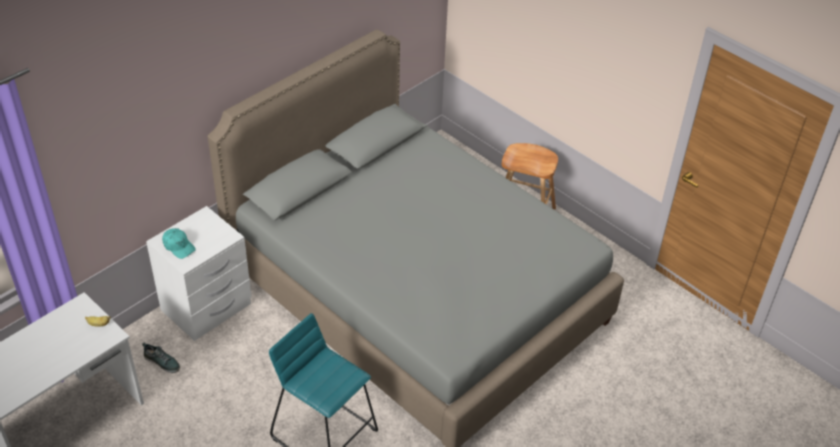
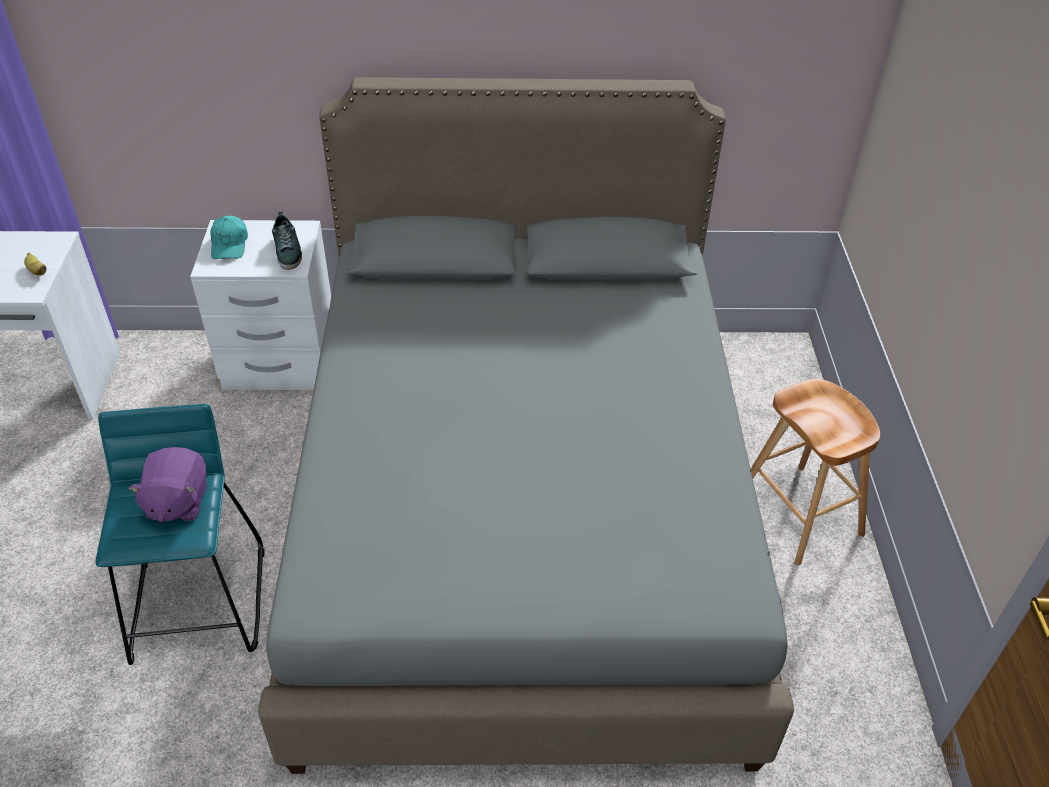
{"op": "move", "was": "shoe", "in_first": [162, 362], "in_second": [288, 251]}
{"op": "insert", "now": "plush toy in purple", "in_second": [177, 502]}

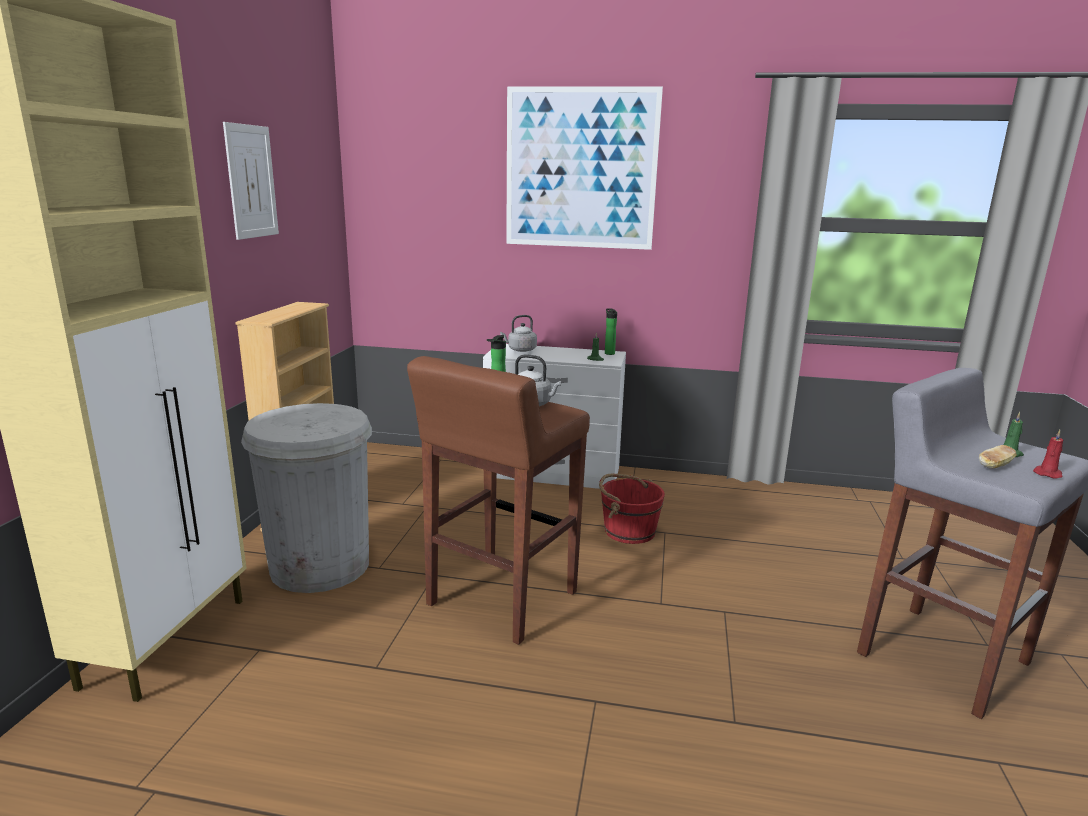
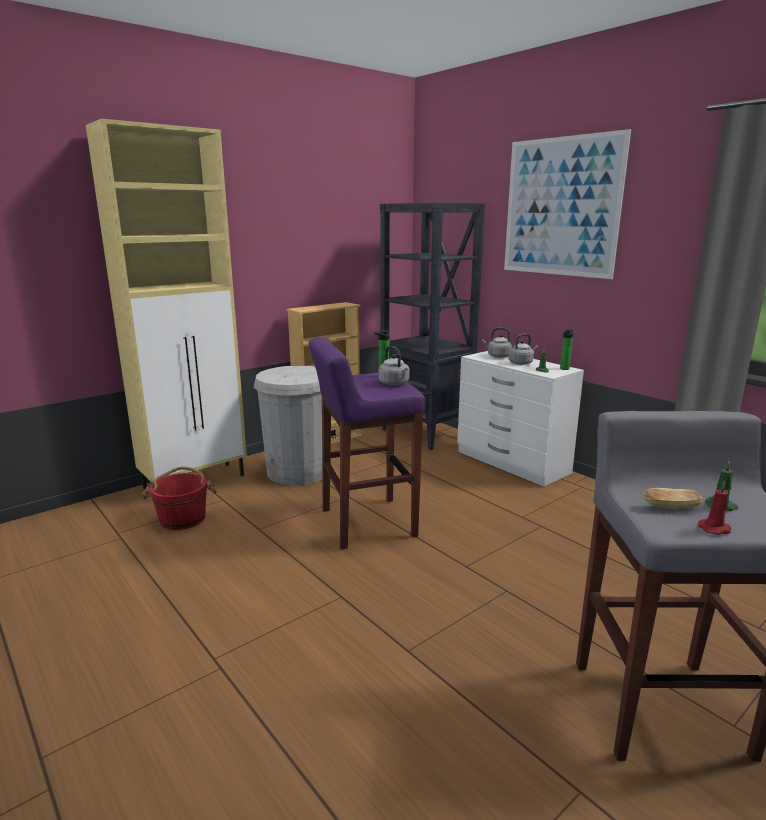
{"op": "delete", "was": "picture", "in_first": [251, 181]}
{"op": "recolor", "was": "stool in brown", "now": "stool in purple", "in_first": [500, 599], "in_second": [366, 523]}
{"op": "move", "was": "bucket in red", "in_first": [628, 531], "in_second": [183, 518]}
{"op": "insert", "now": "bookcase in black", "in_second": [426, 433]}
{"op": "insert", "now": "kettle in grey", "in_second": [521, 363]}

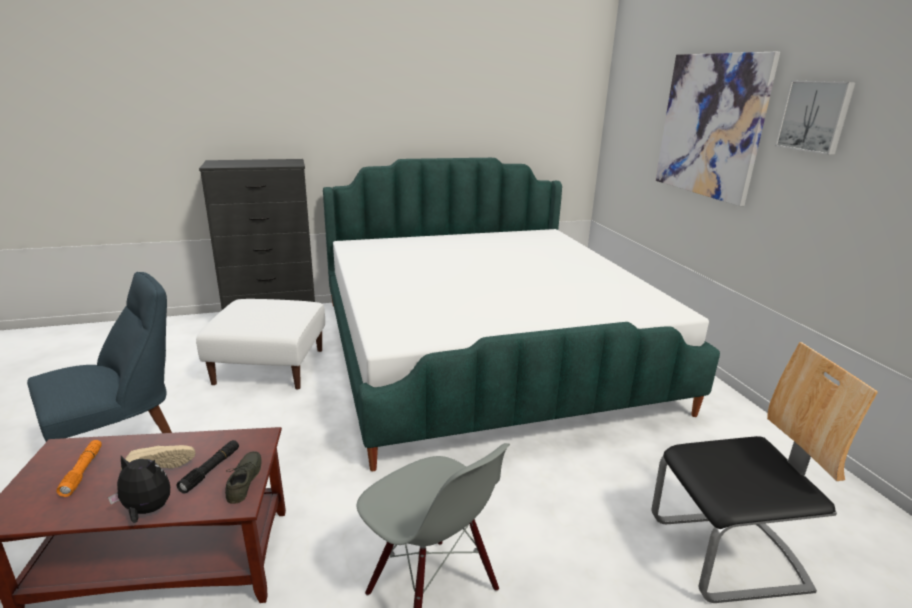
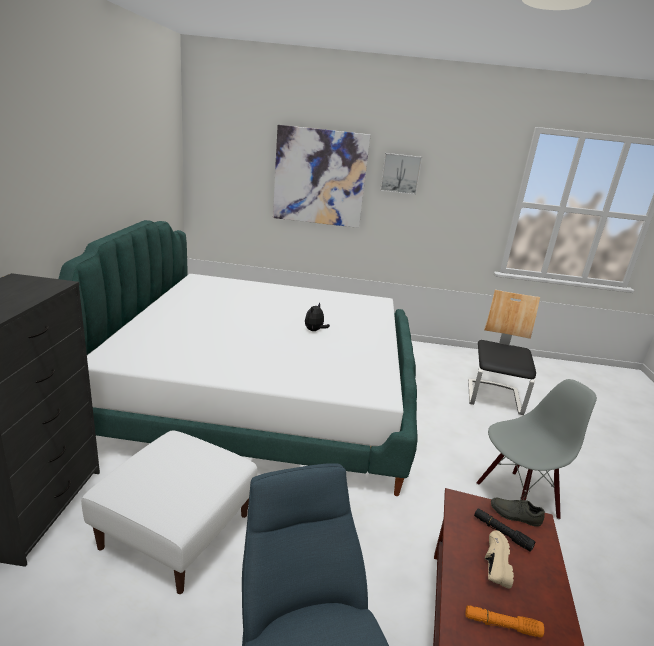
{"op": "move", "was": "plush toy", "in_first": [146, 511], "in_second": [314, 330]}

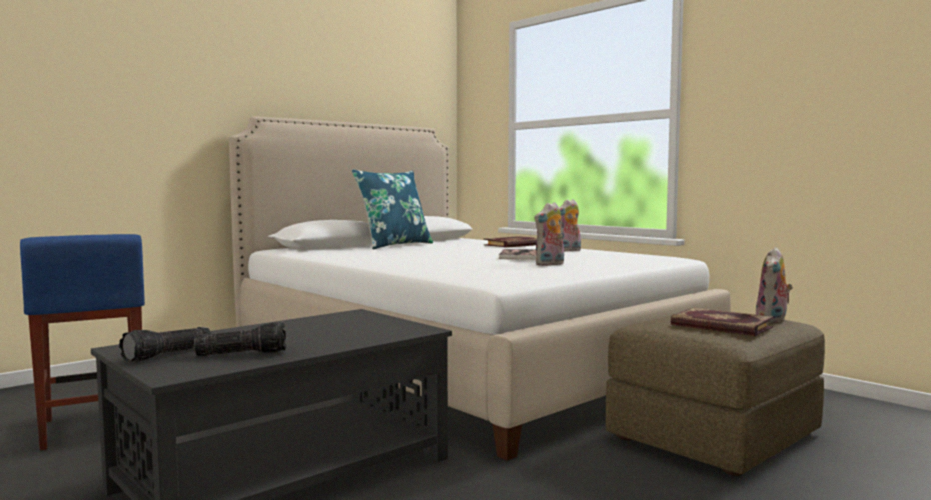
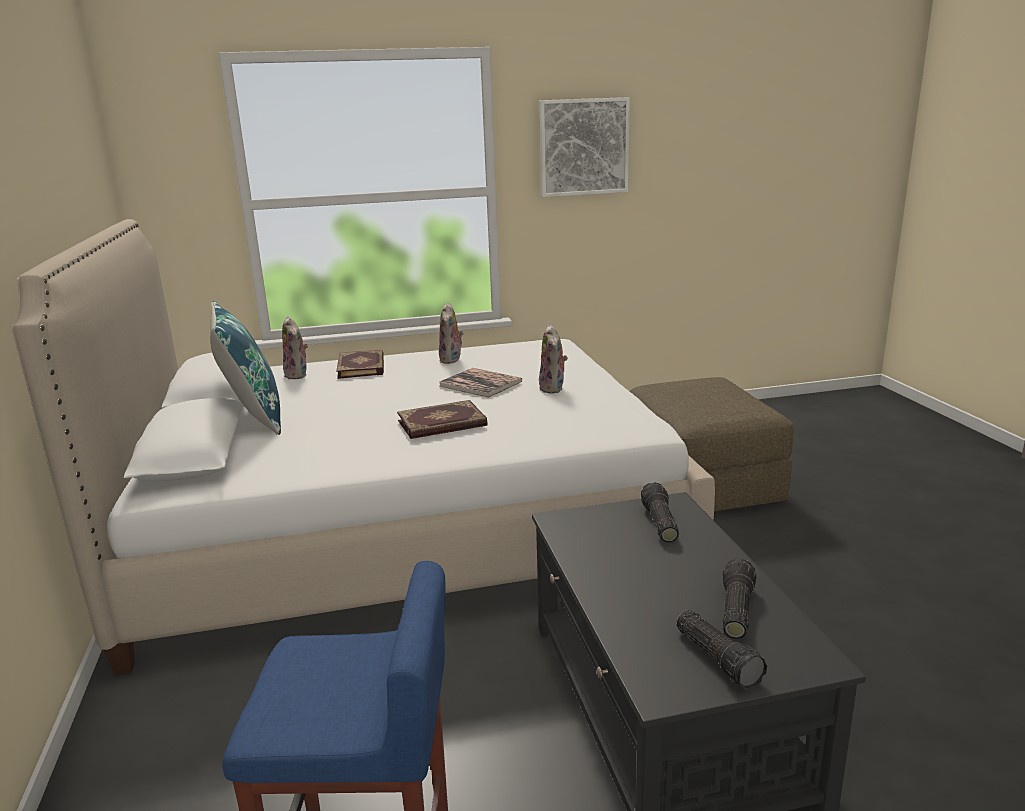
{"op": "move", "was": "book", "in_first": [721, 326], "in_second": [442, 424]}
{"op": "move", "was": "plush toy", "in_first": [773, 320], "in_second": [298, 375]}
{"op": "insert", "now": "picture", "in_second": [583, 147]}
{"op": "insert", "now": "flashlight", "in_second": [658, 523]}

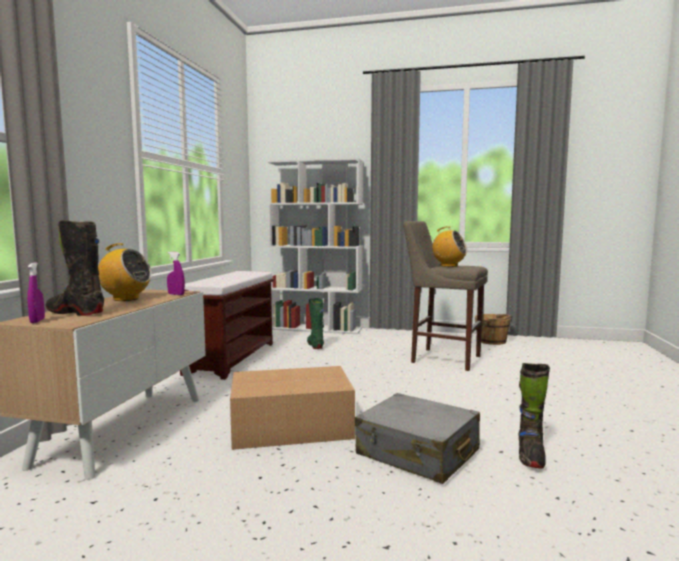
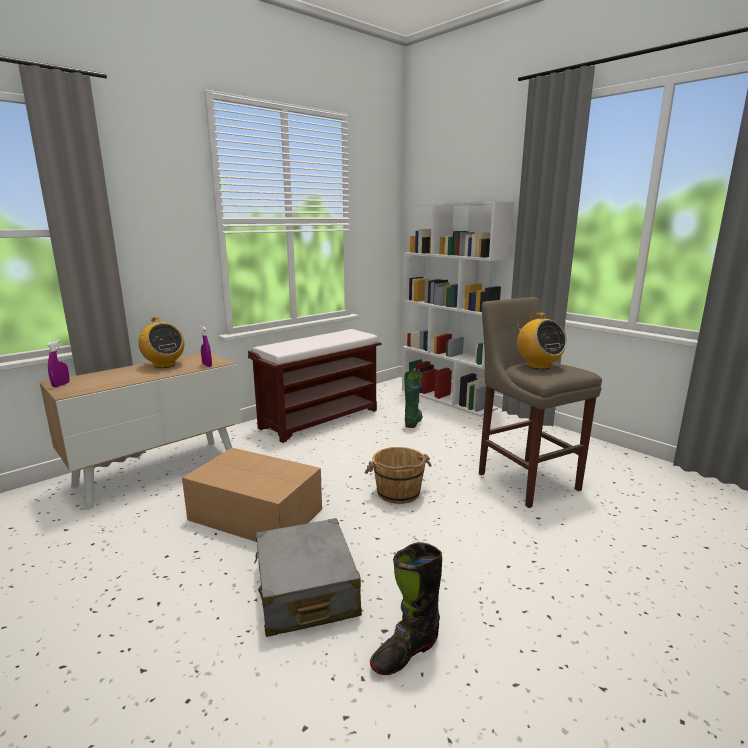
{"op": "delete", "was": "boot in black", "in_first": [75, 312]}
{"op": "move", "was": "bucket in brown", "in_first": [492, 341], "in_second": [398, 493]}

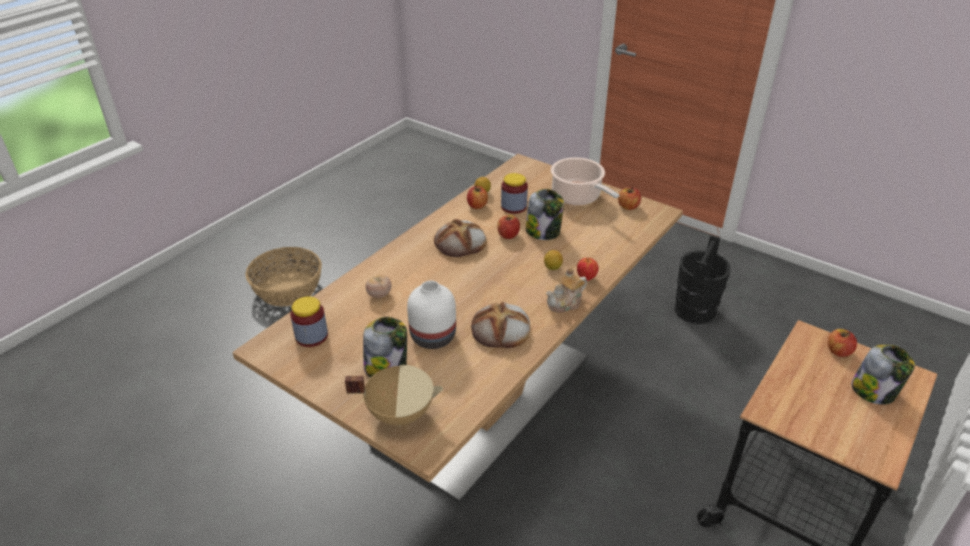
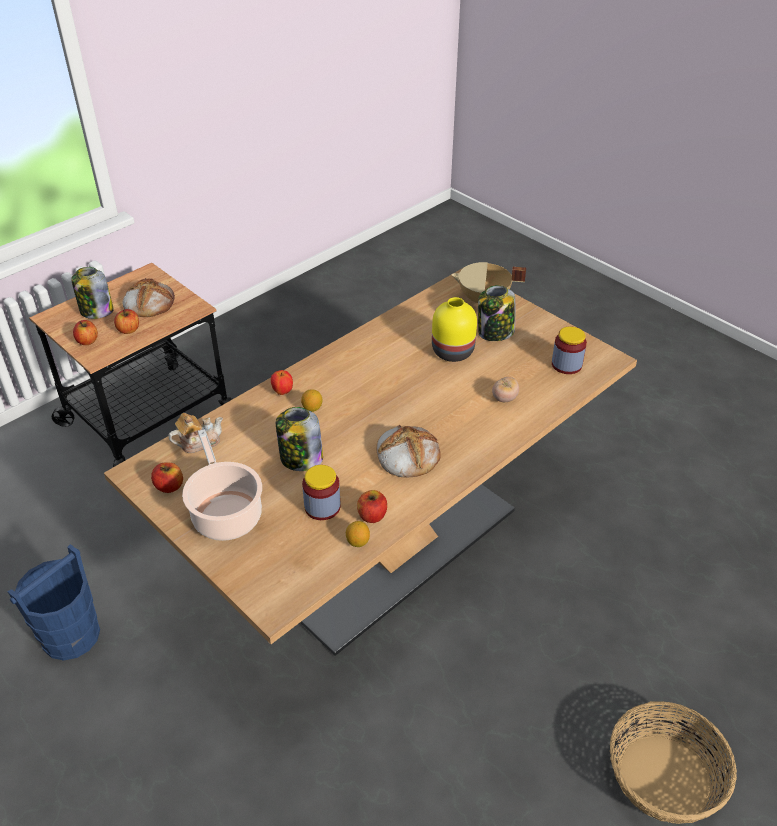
{"op": "recolor", "was": "vase in white", "now": "vase in yellow", "in_first": [431, 337], "in_second": [454, 351]}
{"op": "move", "was": "bread", "in_first": [501, 330], "in_second": [149, 302]}
{"op": "move", "was": "apple", "in_first": [508, 235], "in_second": [129, 330]}
{"op": "move", "was": "teapot", "in_first": [566, 303], "in_second": [198, 442]}
{"op": "recolor", "was": "bucket in black", "now": "bucket in blue", "in_first": [695, 310], "in_second": [70, 635]}

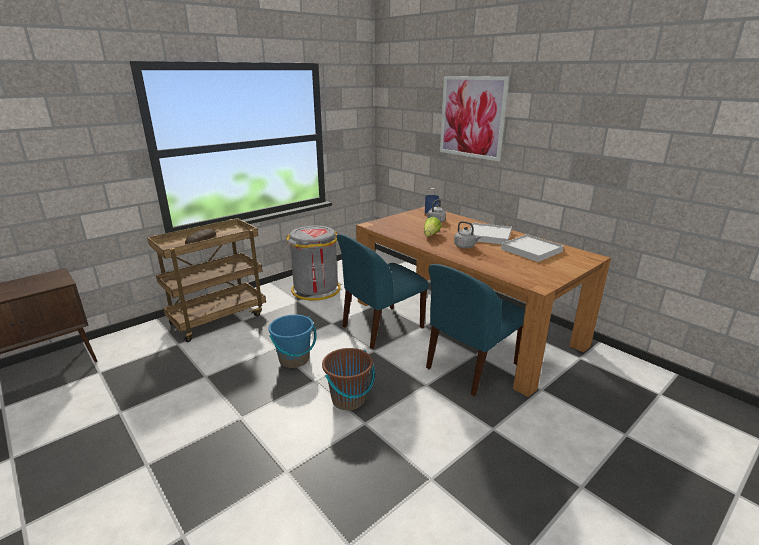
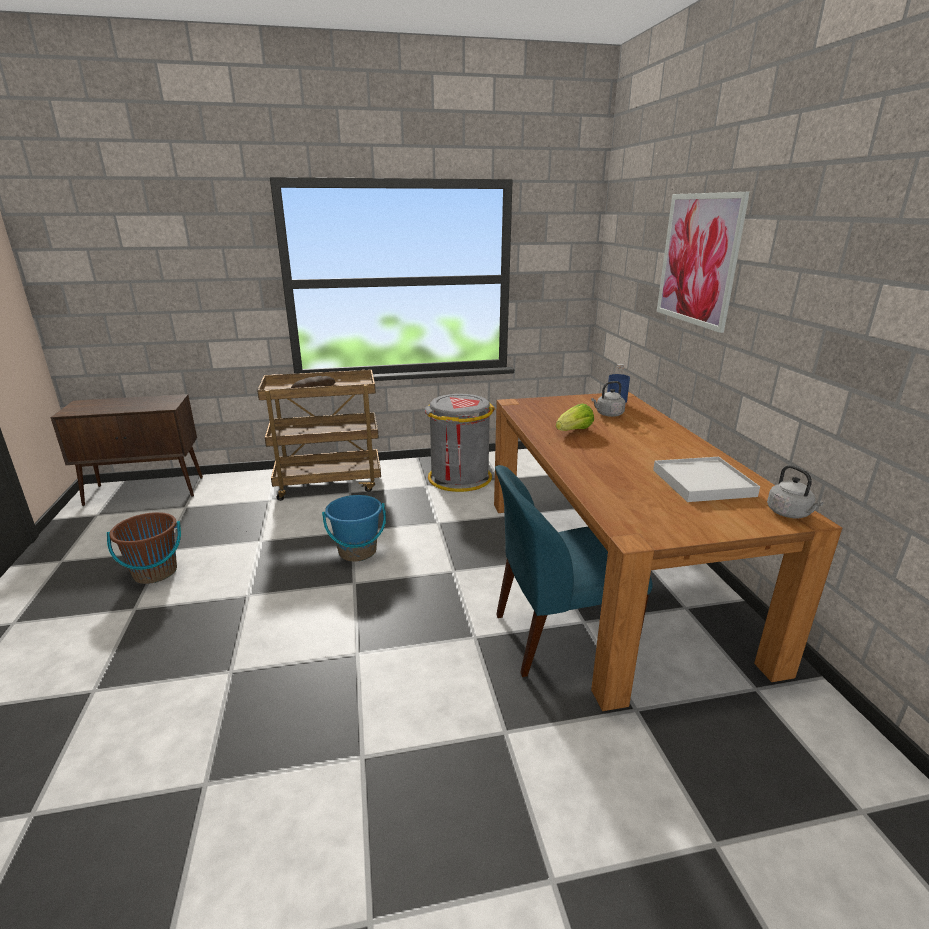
{"op": "move", "was": "bucket in brown", "in_first": [349, 399], "in_second": [155, 573]}
{"op": "delete", "was": "chair in blue", "in_first": [381, 327]}
{"op": "move", "was": "kettle in grey", "in_first": [465, 246], "in_second": [790, 513]}
{"op": "delete", "was": "tray in white", "in_first": [488, 236]}

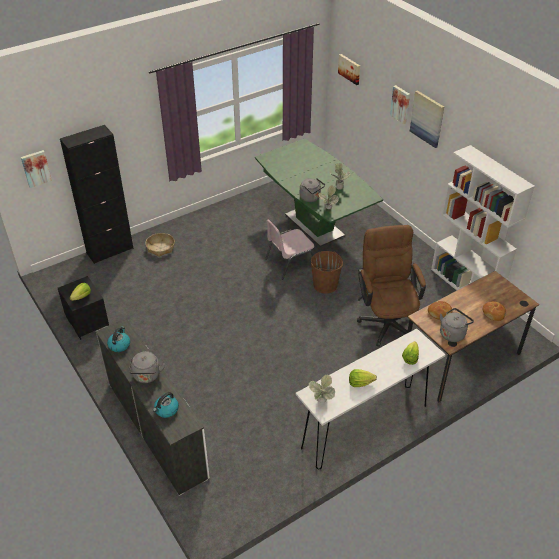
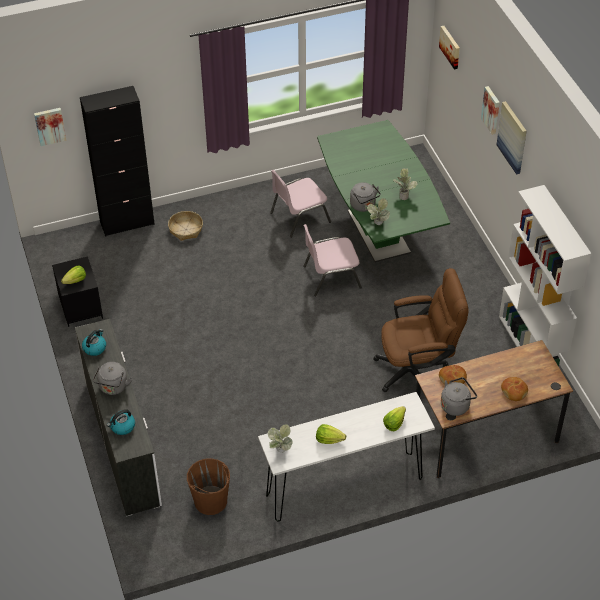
{"op": "move", "was": "bucket in brown", "in_first": [325, 285], "in_second": [210, 501]}
{"op": "rotate", "was": "office chair in brown", "in_first": [386, 320], "in_second": [418, 370], "clockwise": 75}
{"op": "insert", "now": "chair in pink", "in_second": [299, 217]}

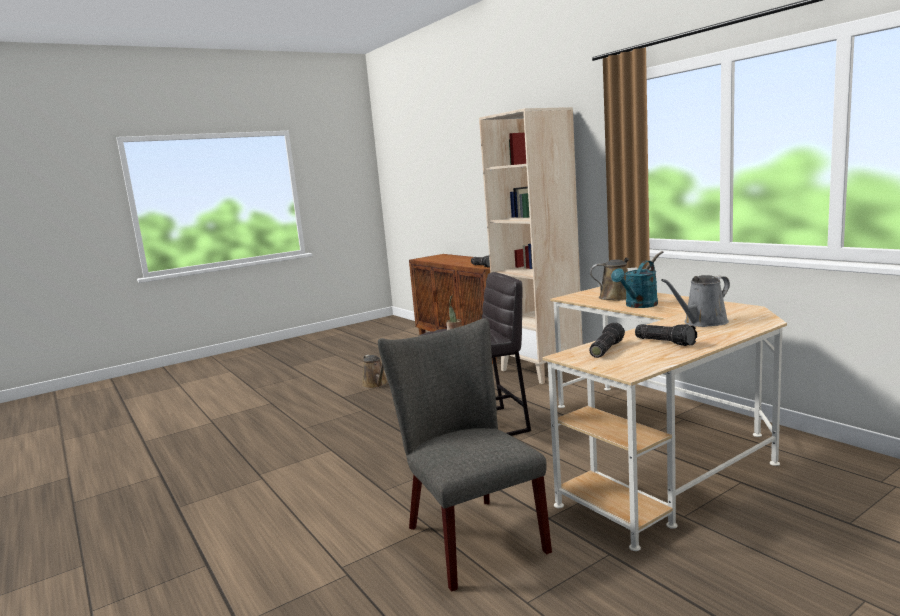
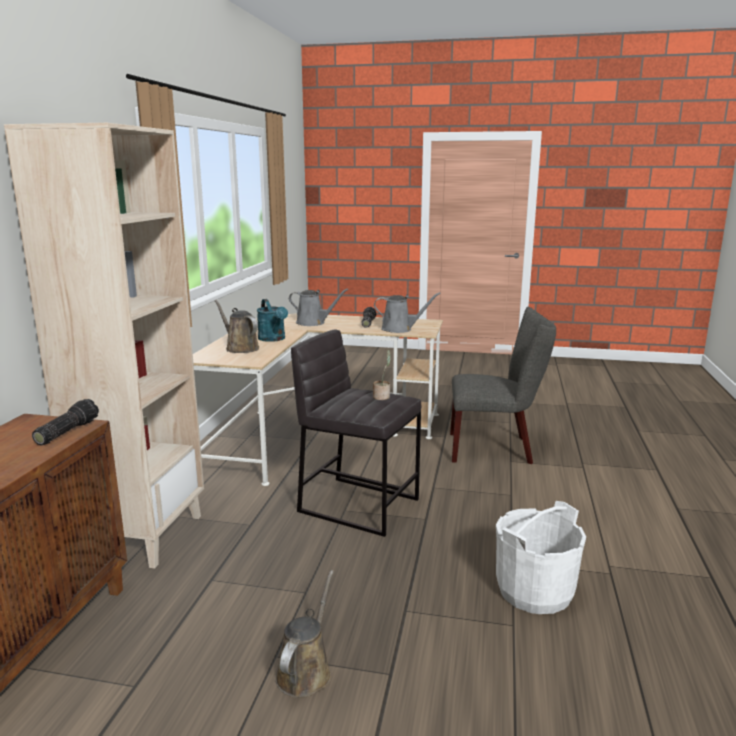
{"op": "rotate", "was": "chair in grey", "in_first": [469, 535], "in_second": [496, 448], "clockwise": -105}
{"op": "replace", "was": "flashlight", "now": "watering can in grey", "in_first": [605, 349], "in_second": [400, 329]}
{"op": "rotate", "was": "watering can in turquoise", "in_first": [638, 306], "in_second": [273, 339], "clockwise": 60}
{"op": "insert", "now": "bucket in white", "in_second": [534, 591]}

